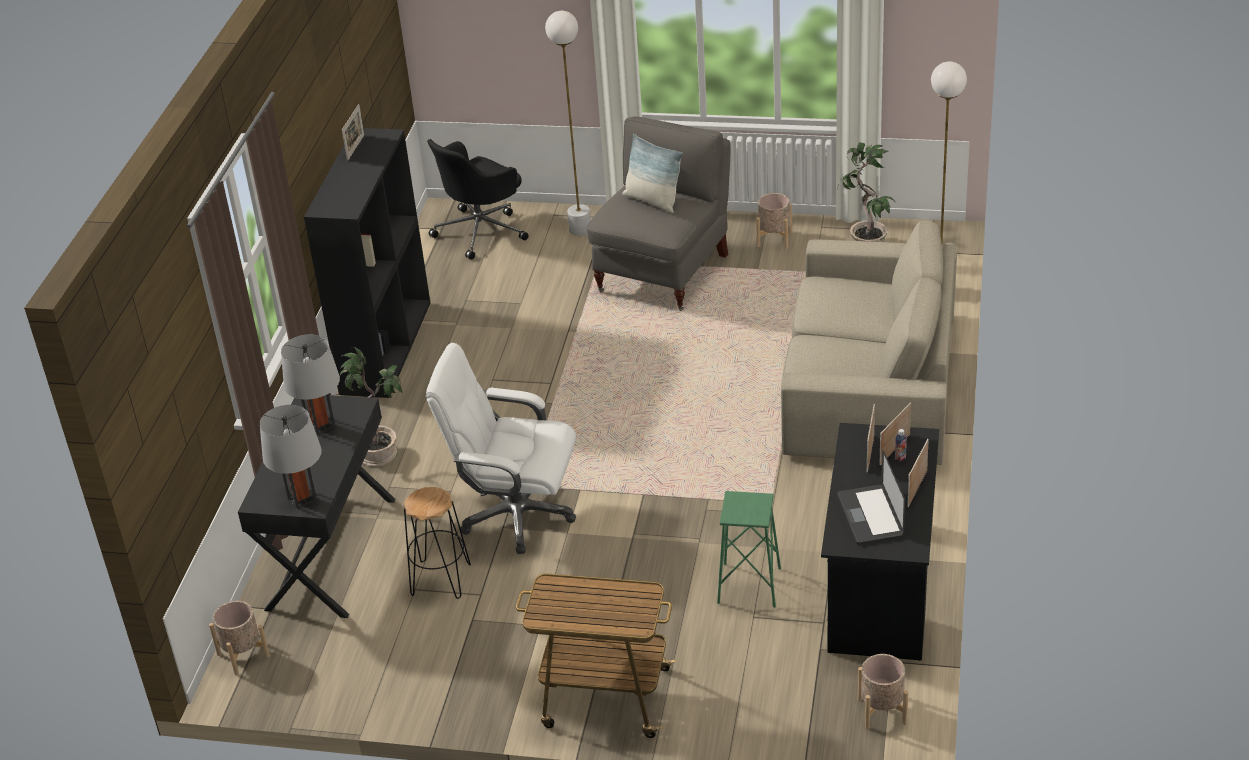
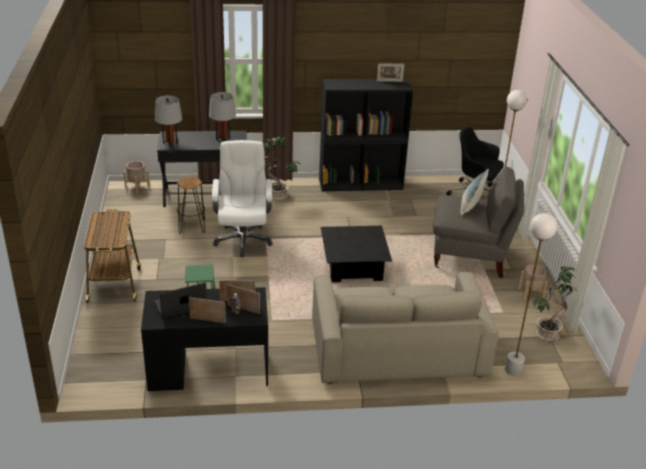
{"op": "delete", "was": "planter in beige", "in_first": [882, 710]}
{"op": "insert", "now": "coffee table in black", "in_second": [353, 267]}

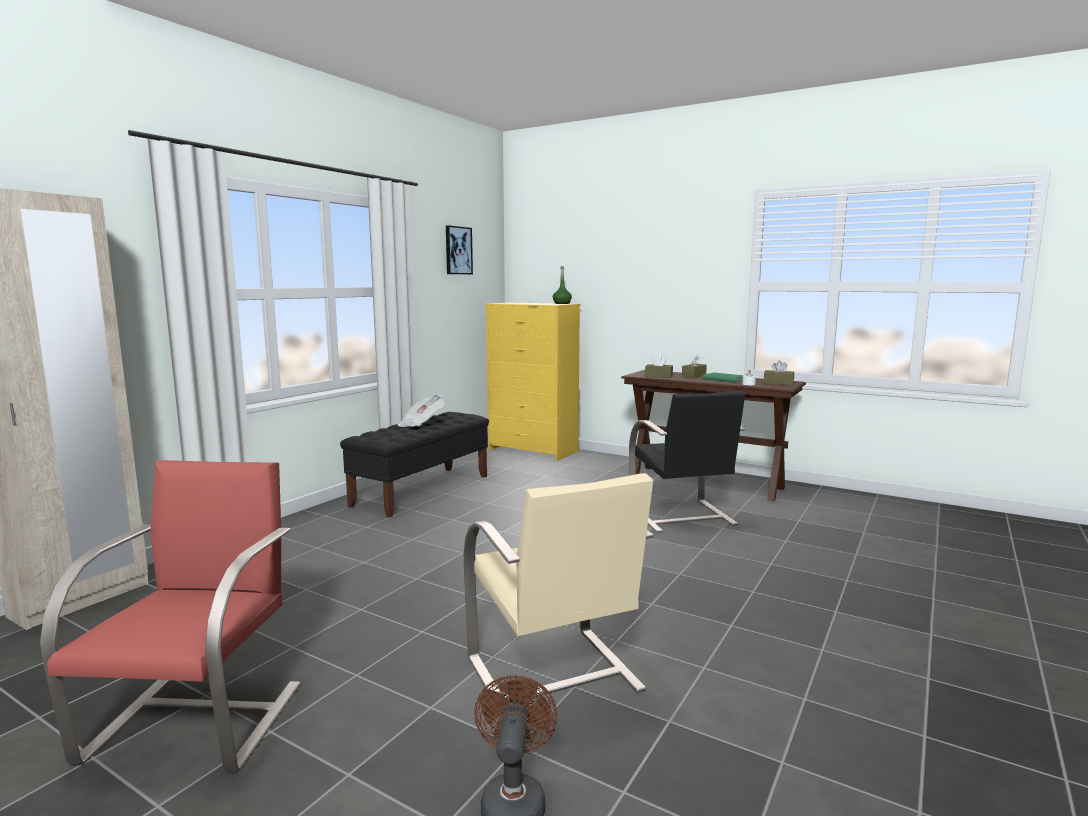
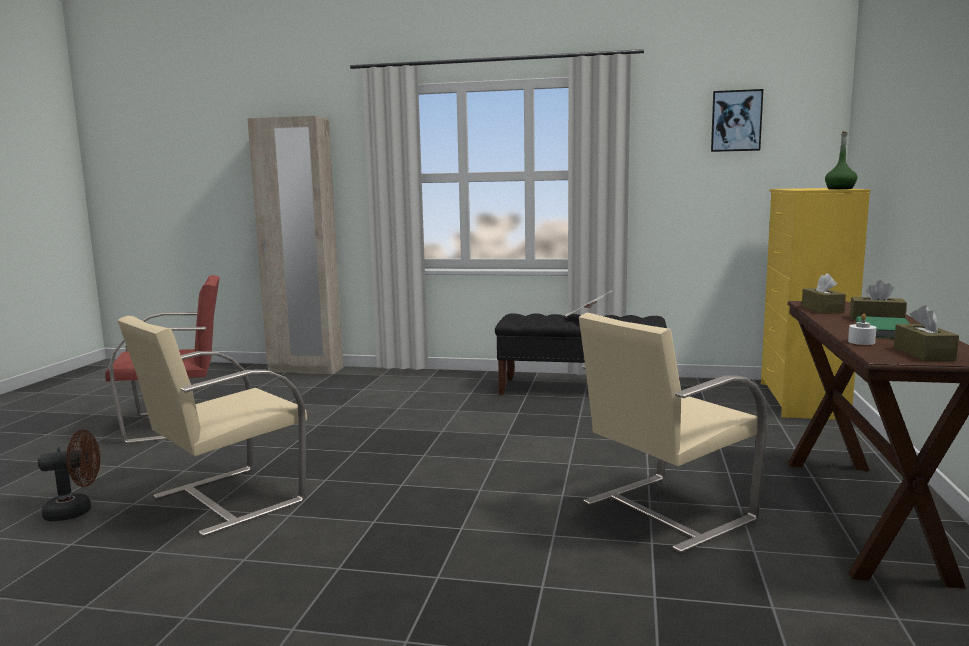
{"op": "recolor", "was": "chair in black", "now": "chair in beige", "in_first": [681, 516], "in_second": [664, 511]}

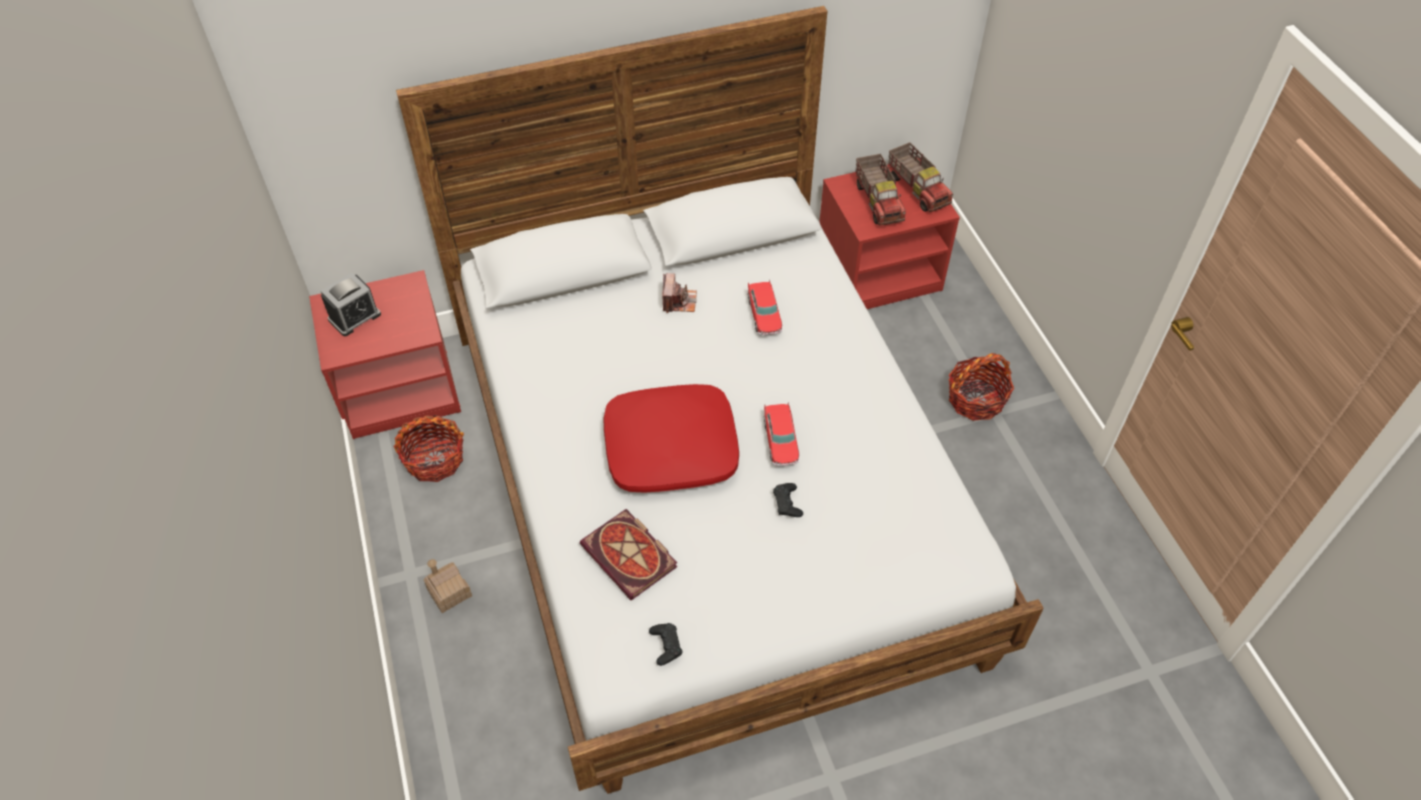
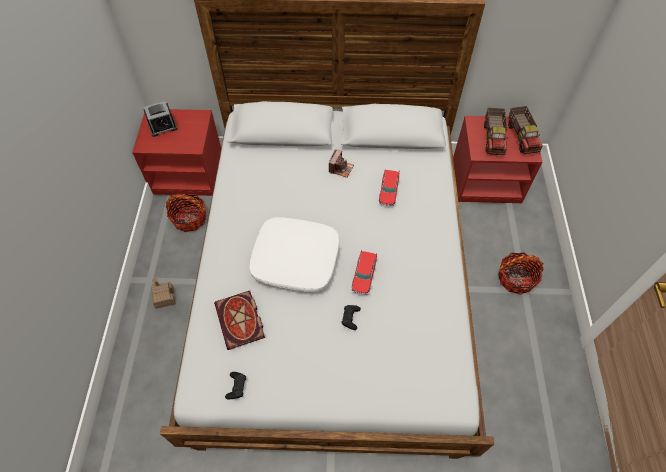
{"op": "recolor", "was": "pillow in red", "now": "pillow in white", "in_first": [671, 447], "in_second": [296, 259]}

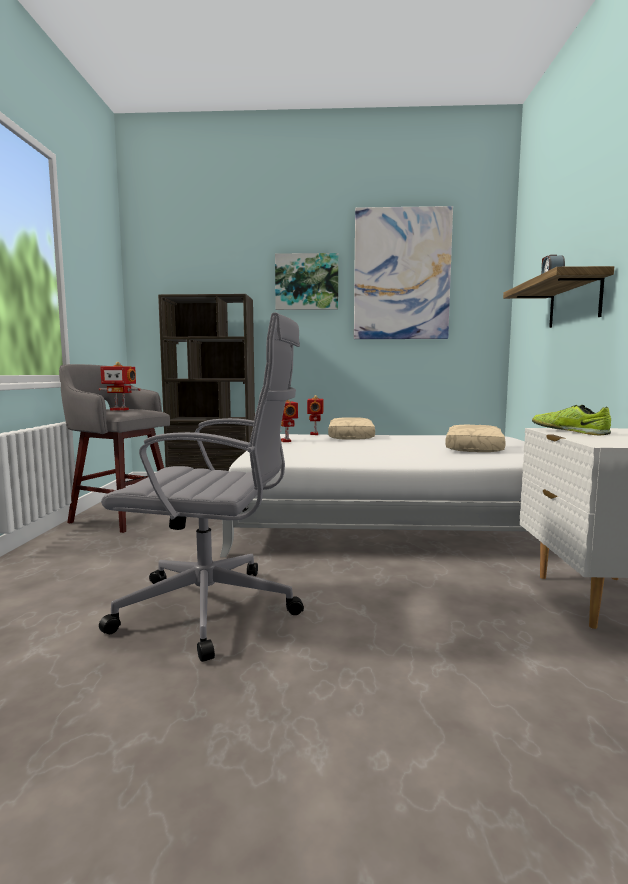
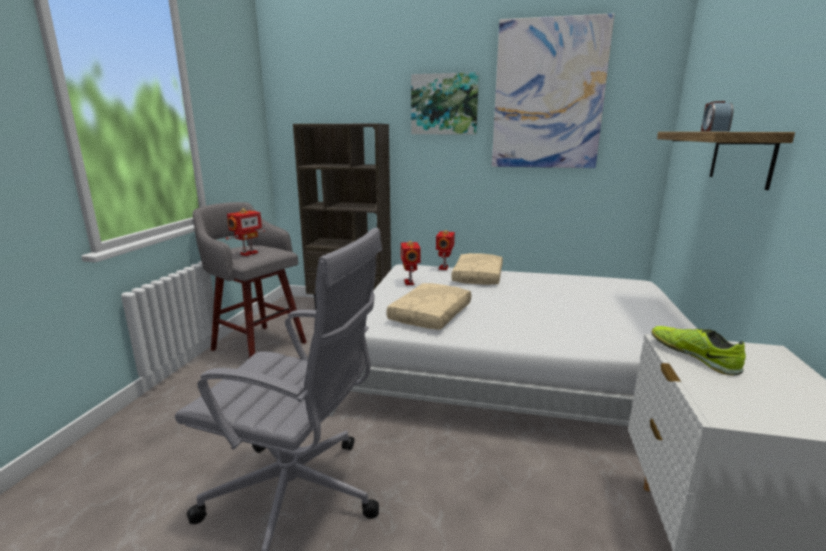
{"op": "rotate", "was": "toy robot", "in_first": [120, 410], "in_second": [248, 253], "clockwise": -75}
{"op": "move", "was": "pillow in beige", "in_first": [475, 448], "in_second": [431, 315]}

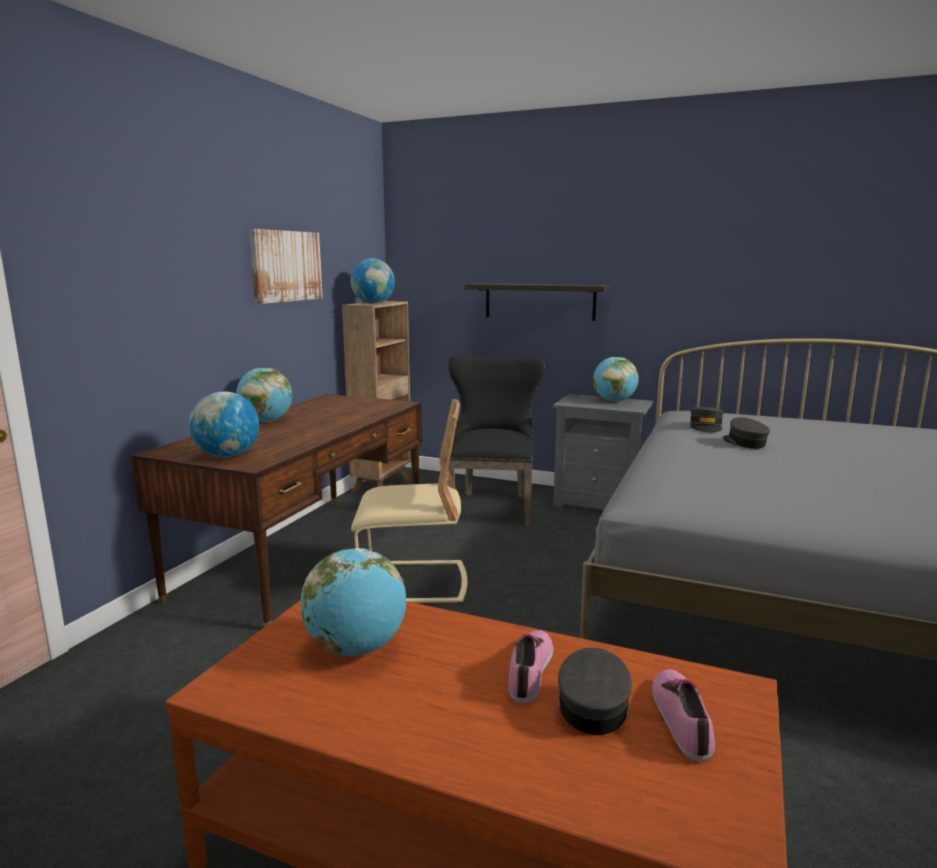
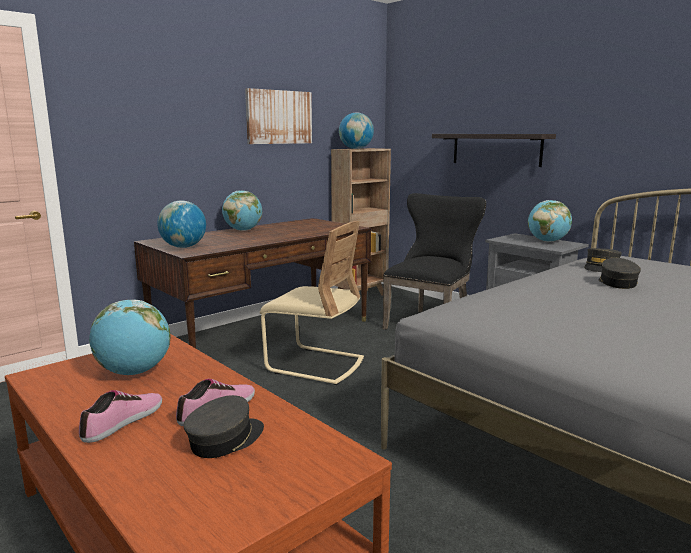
{"op": "move", "was": "shoe", "in_first": [682, 718], "in_second": [124, 421]}

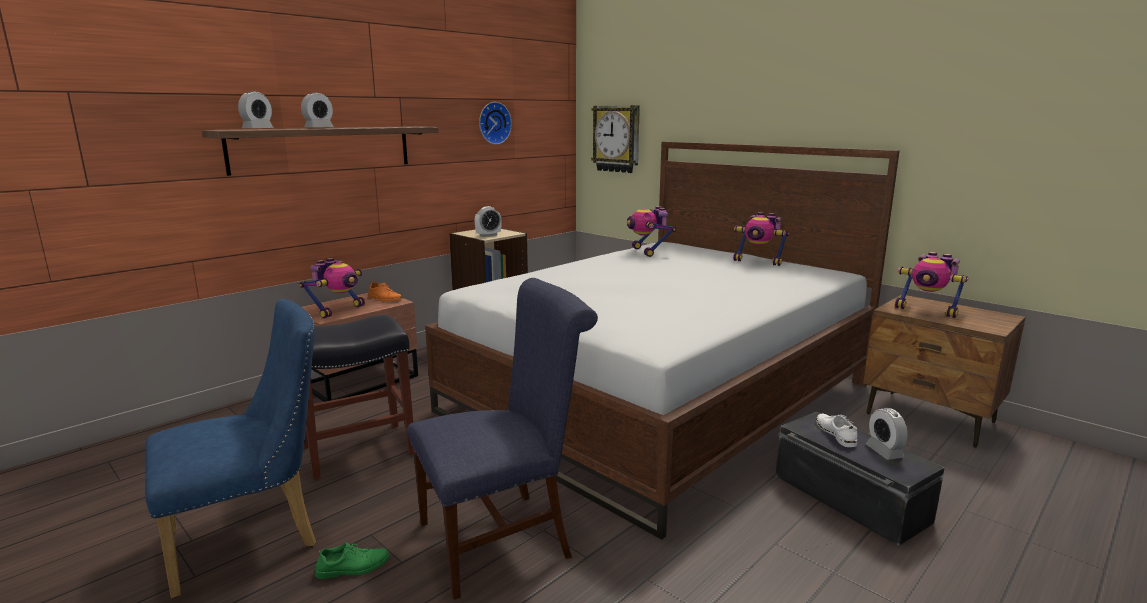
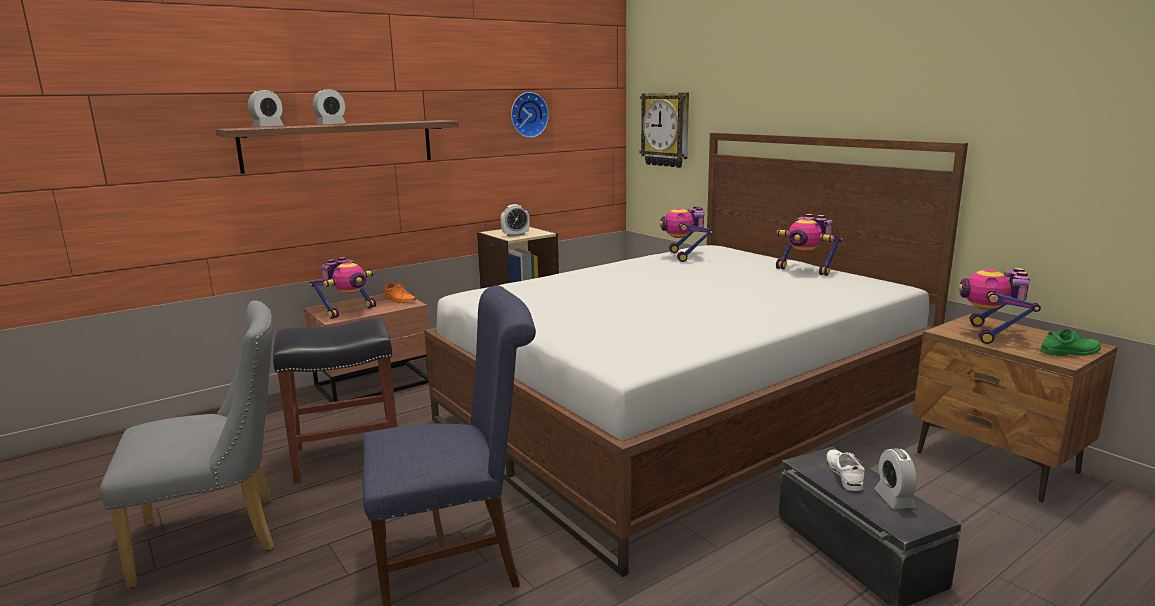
{"op": "recolor", "was": "chair in blue", "now": "chair in grey", "in_first": [254, 537], "in_second": [220, 536]}
{"op": "move", "was": "shoe in green", "in_first": [353, 567], "in_second": [1070, 352]}
{"op": "rotate", "was": "toy robot", "in_first": [927, 310], "in_second": [991, 334], "clockwise": 60}

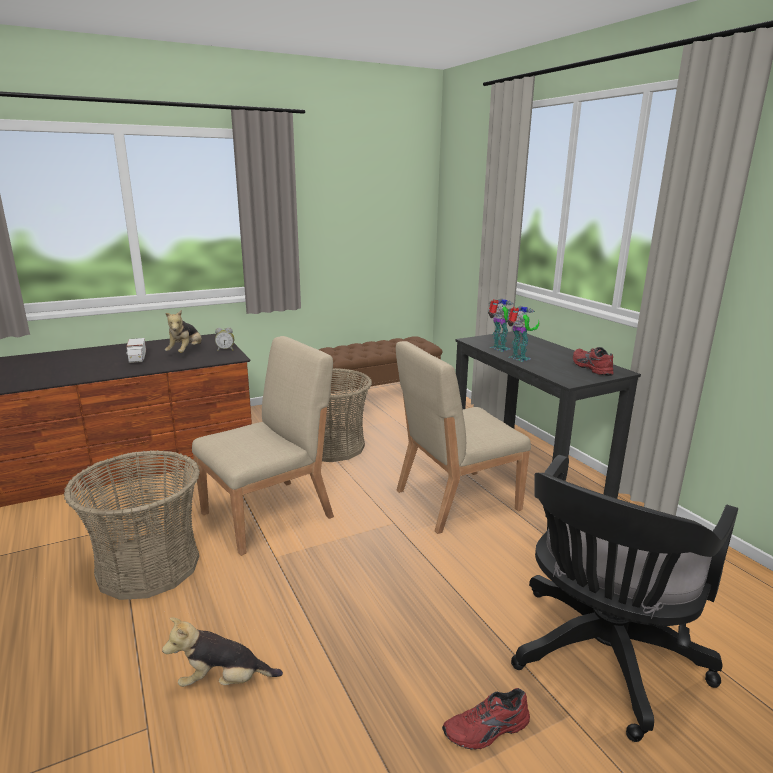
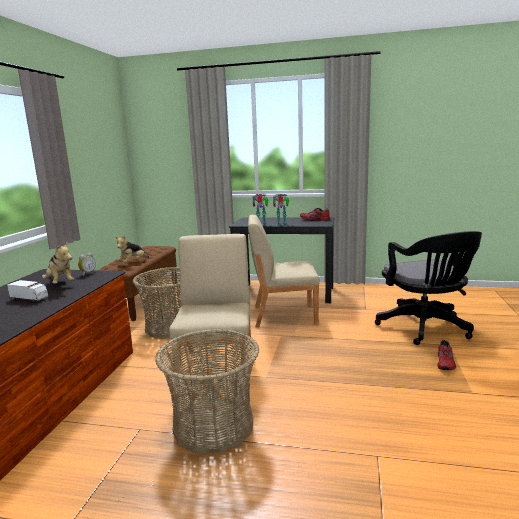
{"op": "move", "was": "plush toy", "in_first": [224, 681], "in_second": [133, 262]}
{"op": "rotate", "was": "chair in beige", "in_first": [455, 500], "in_second": [283, 315], "clockwise": 75}

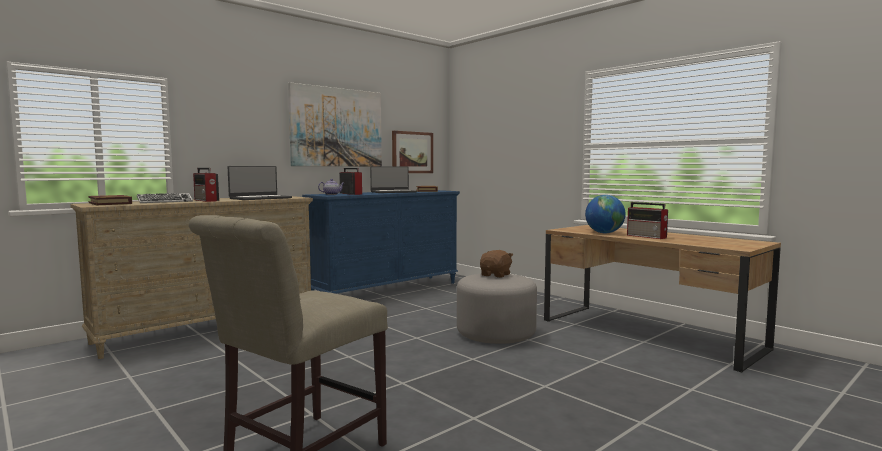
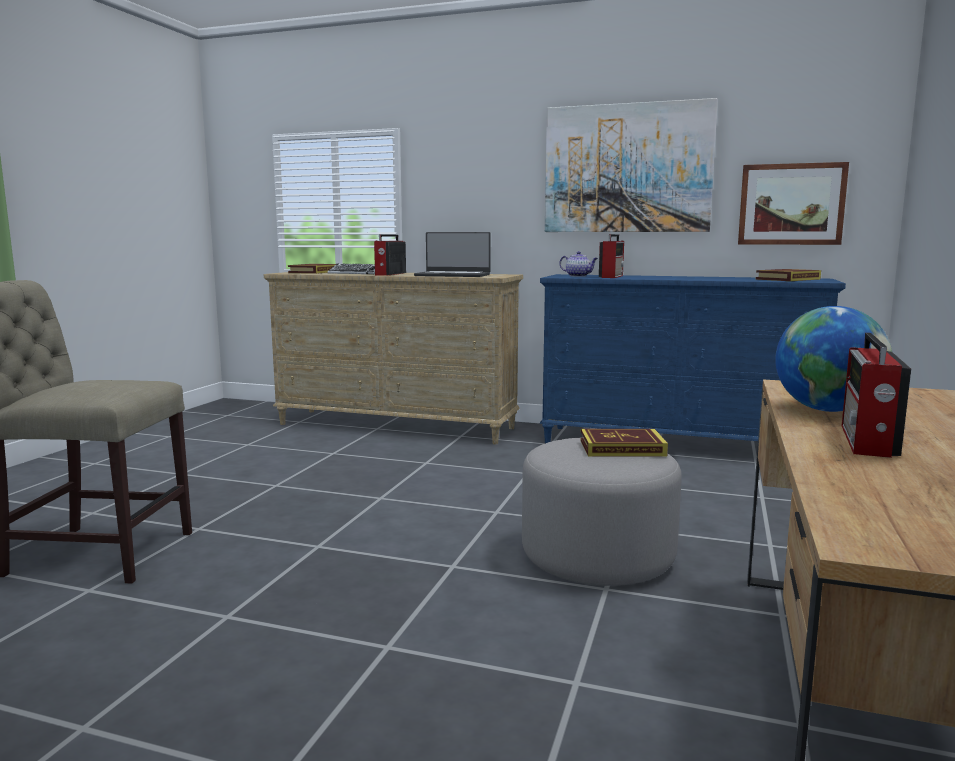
{"op": "delete", "was": "laptop", "in_first": [393, 192]}
{"op": "replace", "was": "plush toy in brown", "now": "book", "in_first": [496, 275], "in_second": [622, 448]}

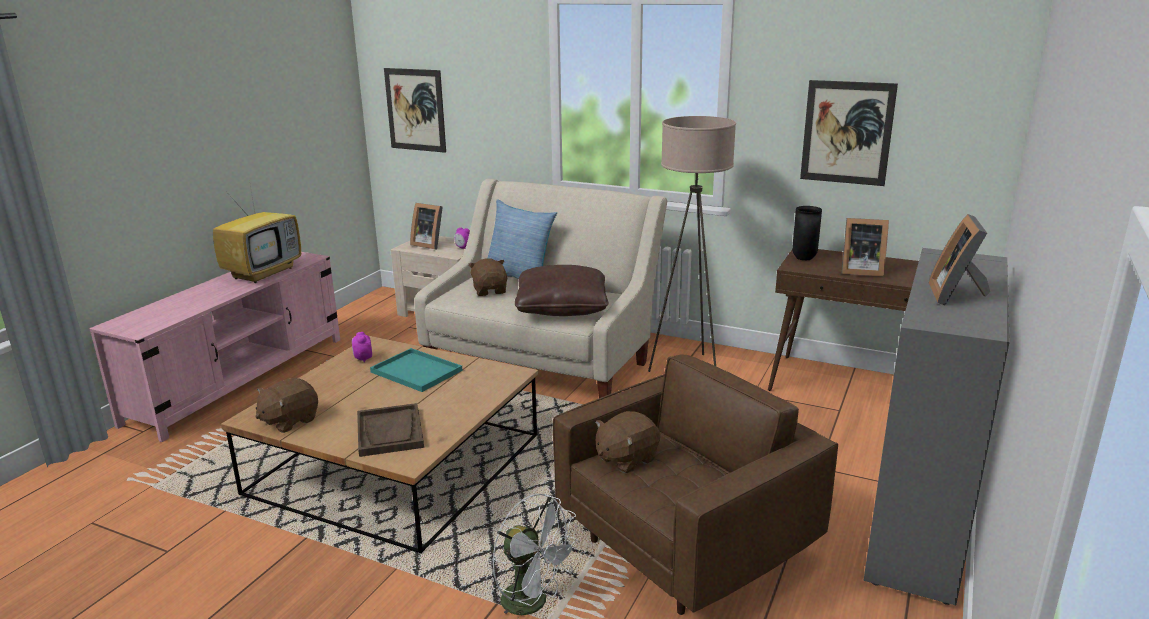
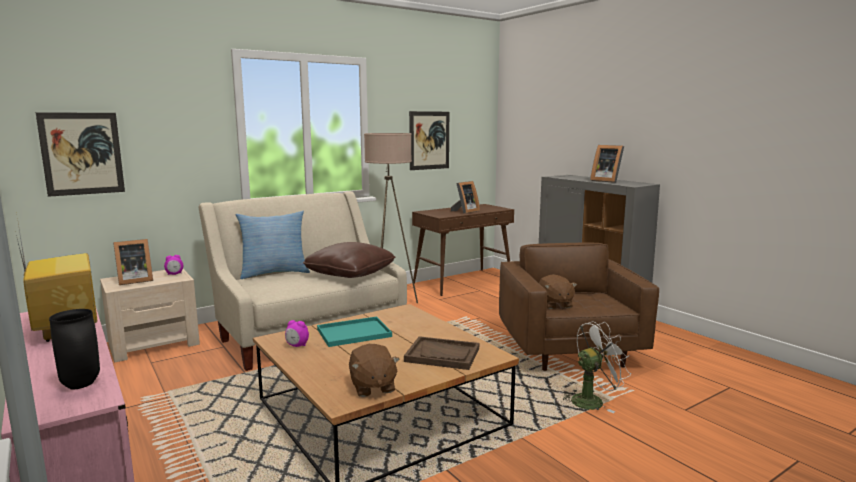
{"op": "delete", "was": "plush toy in brown", "in_first": [490, 291]}
{"op": "move", "was": "vase in black", "in_first": [803, 258], "in_second": [80, 385]}

